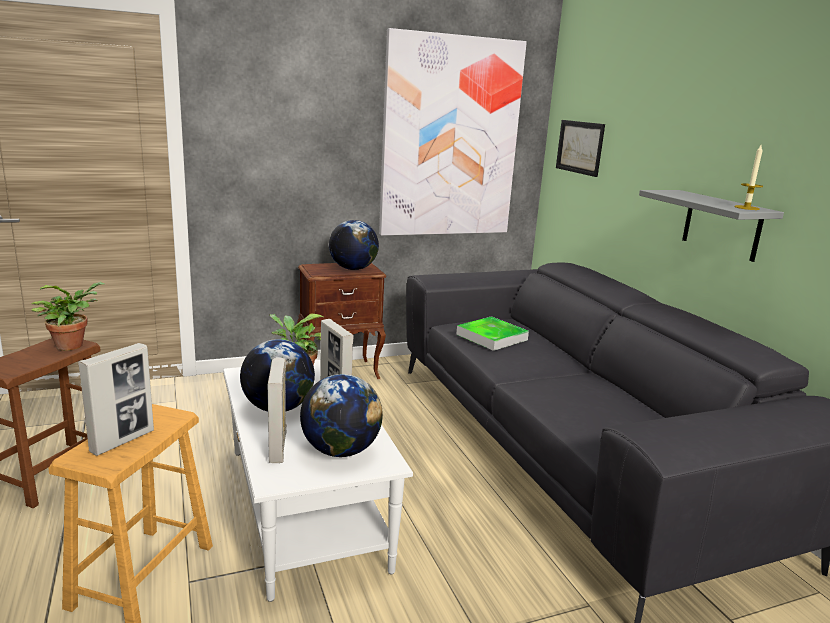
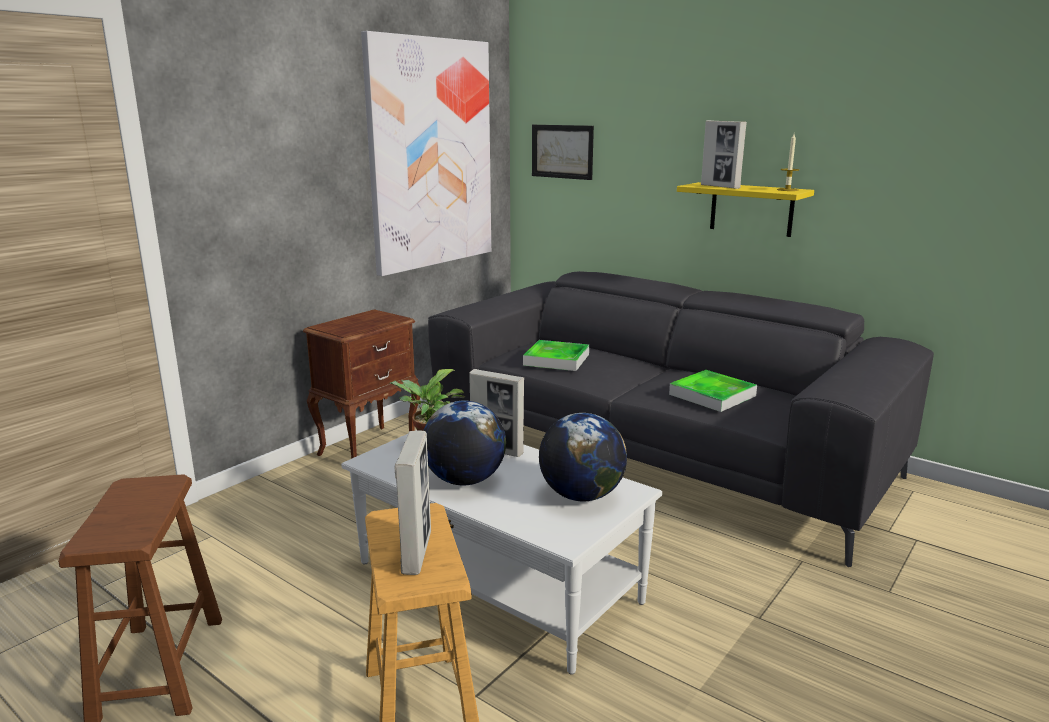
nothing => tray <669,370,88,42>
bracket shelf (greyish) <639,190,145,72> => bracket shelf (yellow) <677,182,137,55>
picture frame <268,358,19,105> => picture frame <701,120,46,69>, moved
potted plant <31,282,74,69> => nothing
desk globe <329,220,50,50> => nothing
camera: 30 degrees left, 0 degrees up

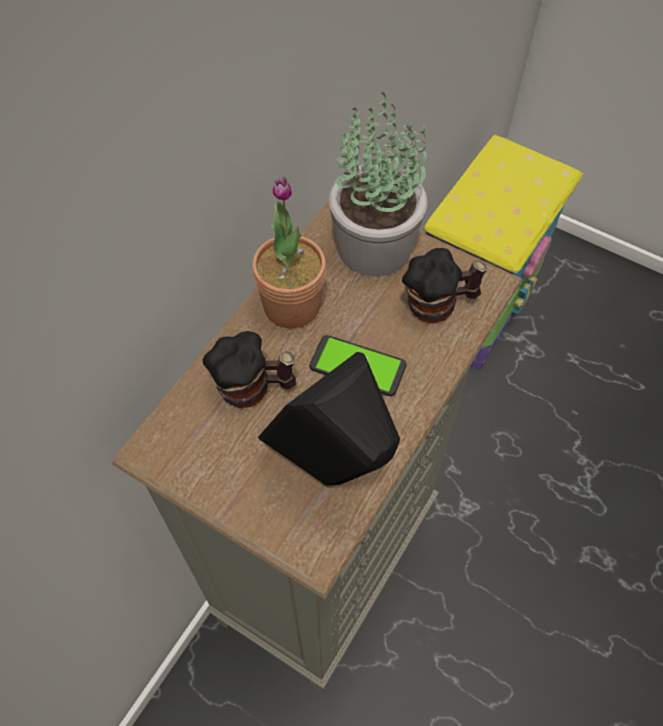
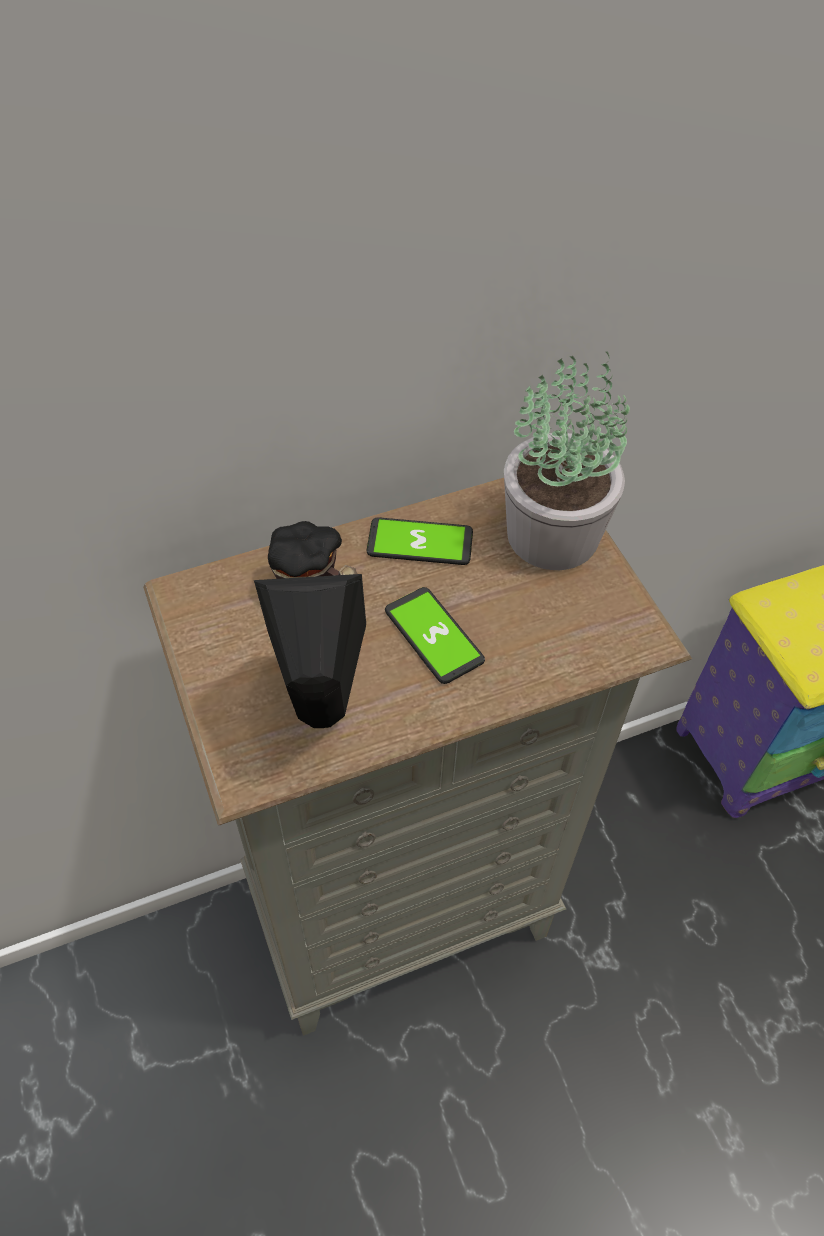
potted plant <252,177,74,151> => handset <367,517,106,48>
tea mug <402,248,85,75> => nothing
camera: 35 degrees right, 5 degrees down

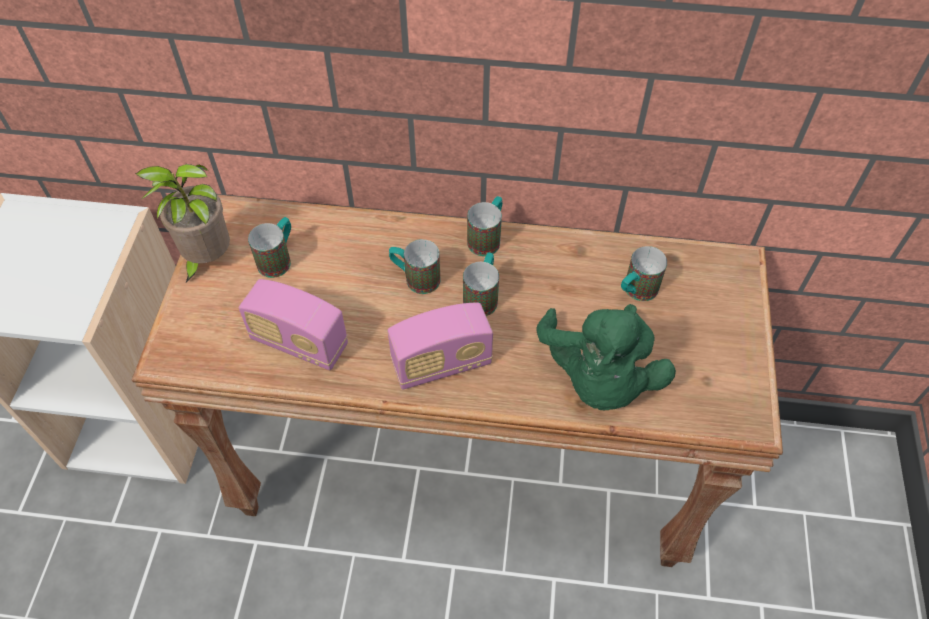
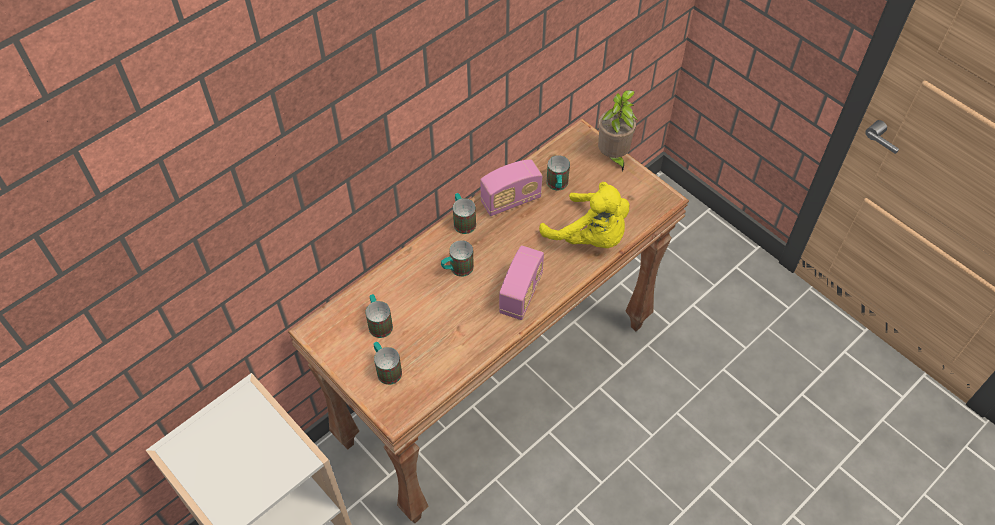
tea mug <463,253,36,63> => tea mug <373,342,29,43>, moved
radio receiver <239,279,109,91> => radio receiver <480,159,62,57>, moved
plush toy (green) <537,304,139,106> => plush toy (yellow) <539,182,90,66>
potted plant <135,164,95,120> => potted plant <598,90,39,83>, moved
camera: 50 degrees left, 0 degrees up

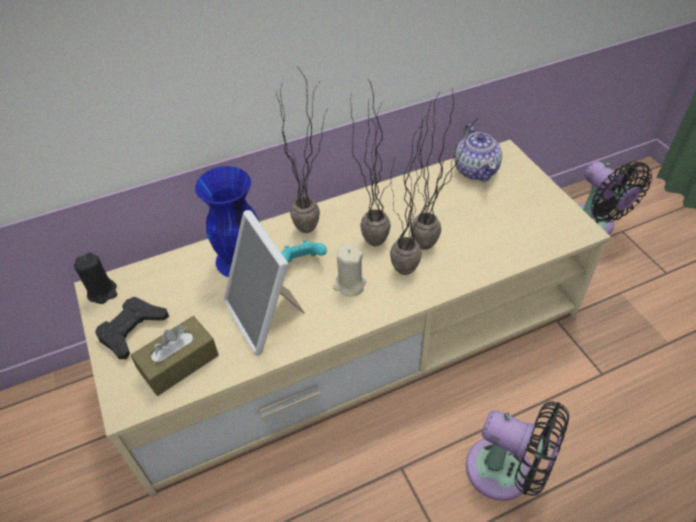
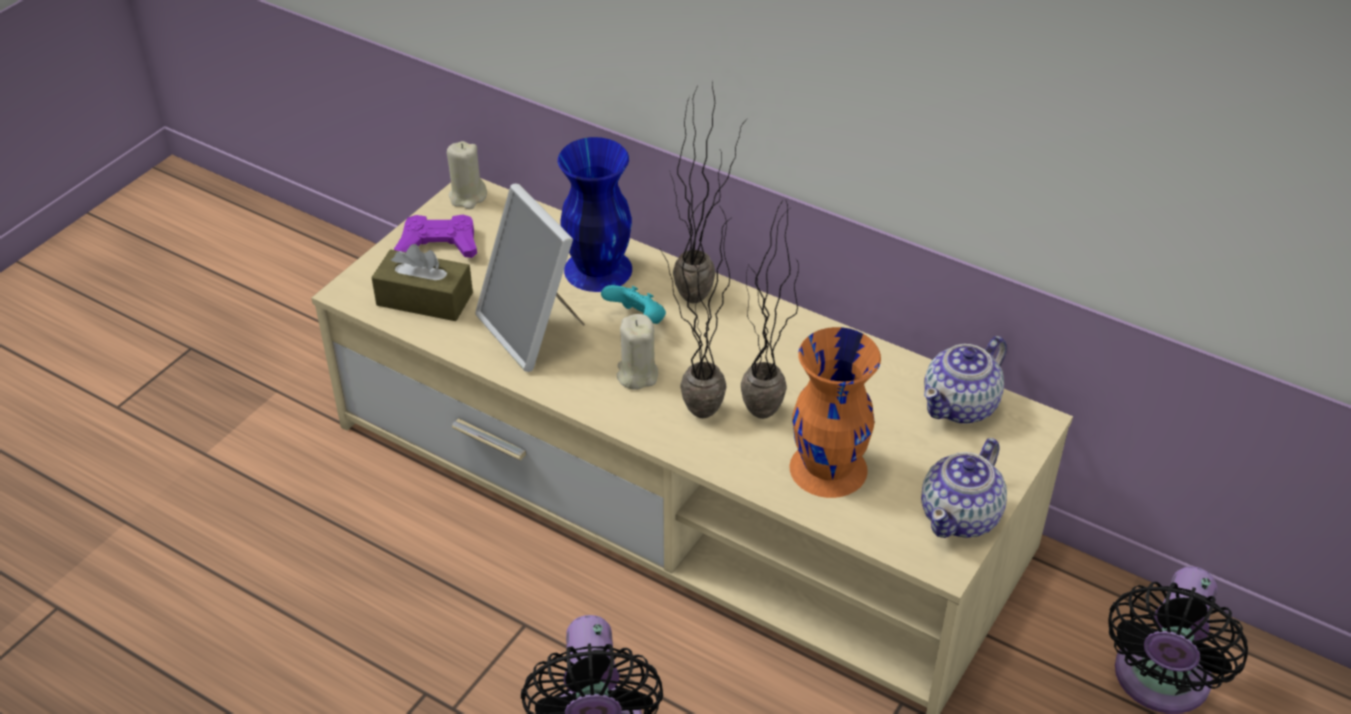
joypad (black) <95,297,74,62> => joypad (purplish) <394,215,83,43>
candle (black) <74,253,43,51> => candle (sand-coloured) <447,141,40,68>
picture frame <223,210,82,146> => picture frame <475,184,110,188>, 60 degrees counterclockwise
nothing => decorative vase (orange-coloured) <790,327,91,171>
nothing => pot for tea <921,438,86,100>
potted plant <351,81,44,165> => nothing
camera: 55 degrees right, 5 degrees down

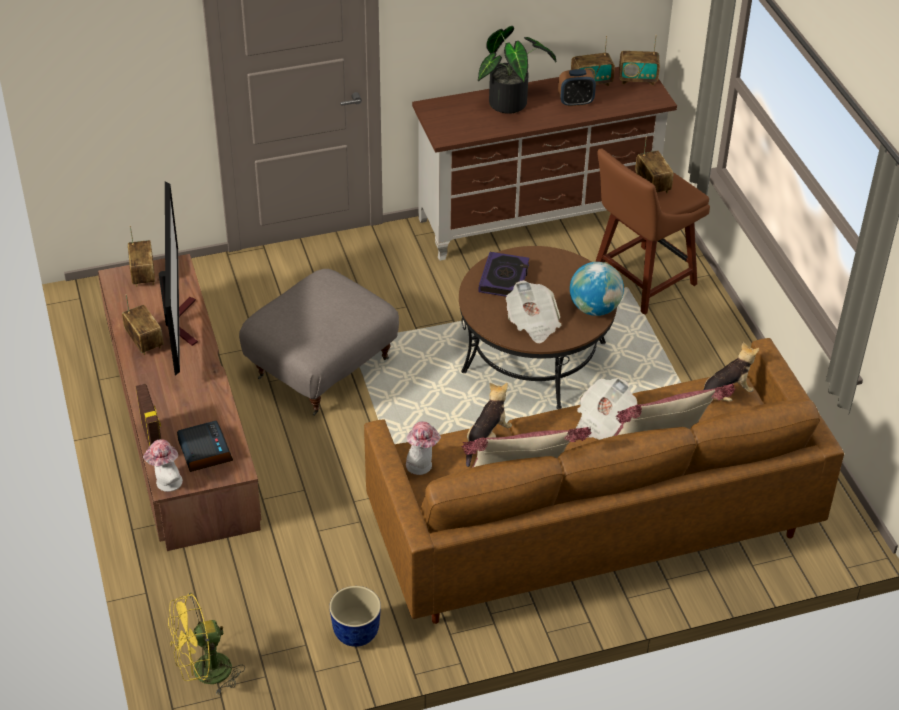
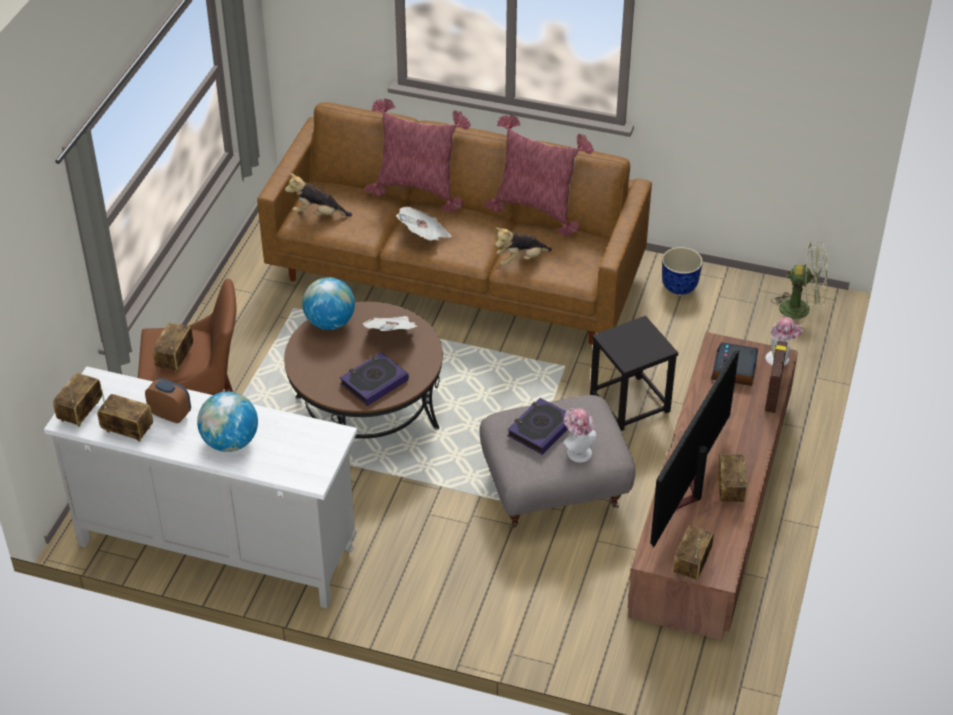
drawer chest (brownish) <412,67,265,194> => drawer chest (white) <44,366,313,242>
radio receiver <619,35,41,50> => radio receiver <53,373,49,54>, 105 degrees counterclockwise
potted plant <478,26,78,88> => desk globe <197,392,61,60>
nothing => book <507,398,61,57>
wearable hat <406,421,35,54> => wearable hat <563,408,34,55>, moved
nothing => sitting stool (black) <590,316,88,115>
fan (yellow) <168,593,77,103> => fan (green) <771,241,57,87>
camera: 145 degrees left, 0 degrees up

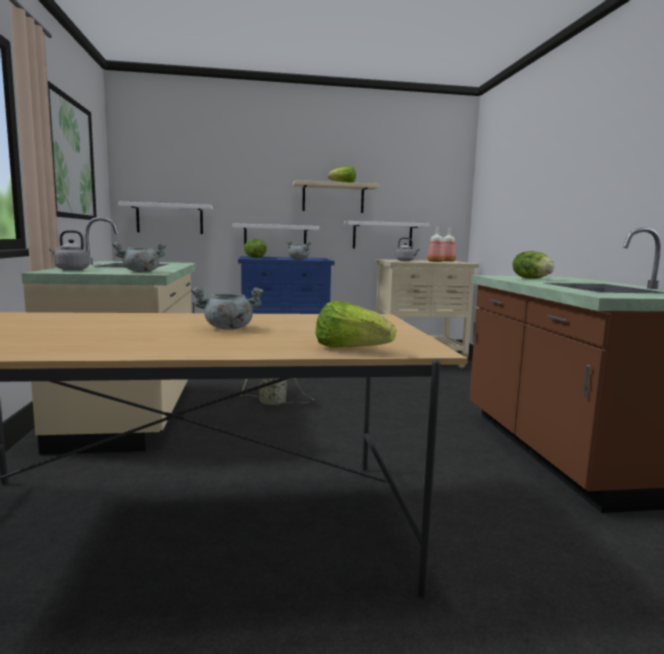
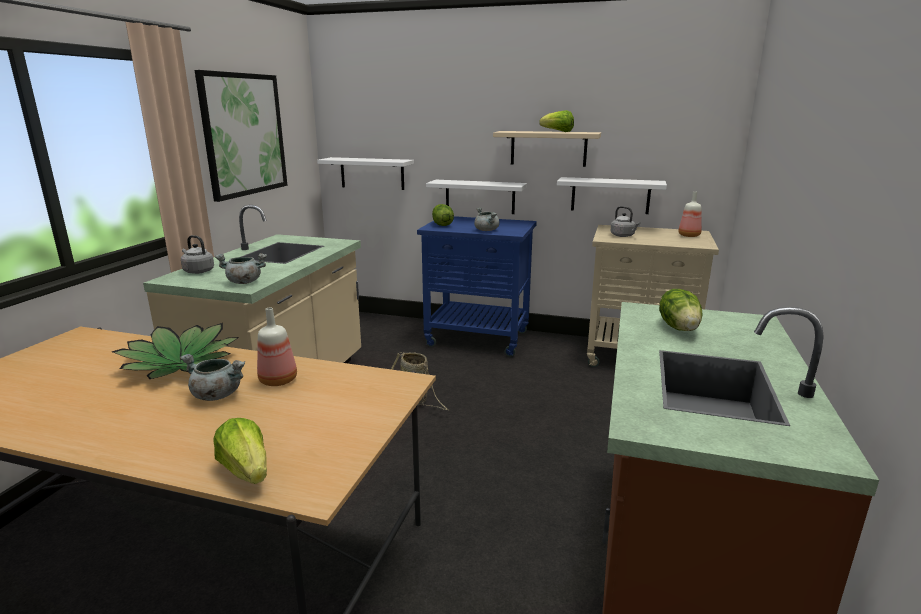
nothing => potted plant <112,323,127,56>
bottle <427,227,17,35> => bottle <257,307,40,79>, moved
camera: 25 degrees right, 10 degrees up

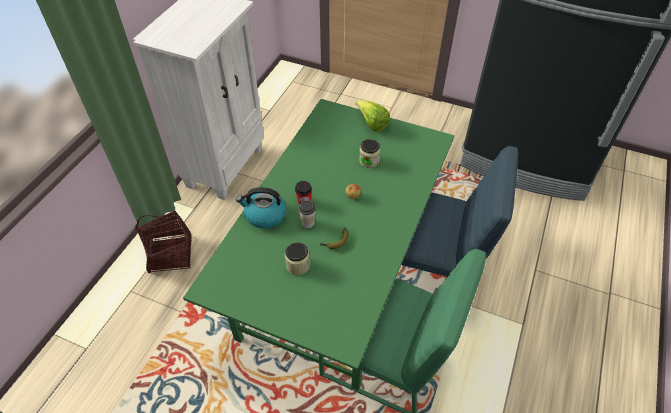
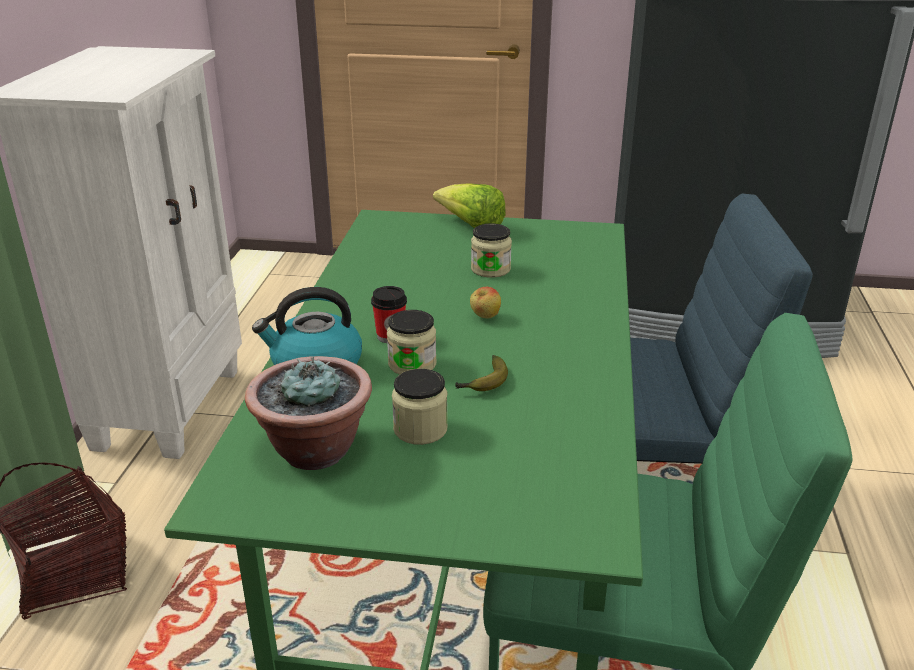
nothing => potted plant <245,356,127,114>
drinking cup <298,201,18,27> => preserve jar <387,310,50,65>
camera: 15 degrees left, 20 degrees down

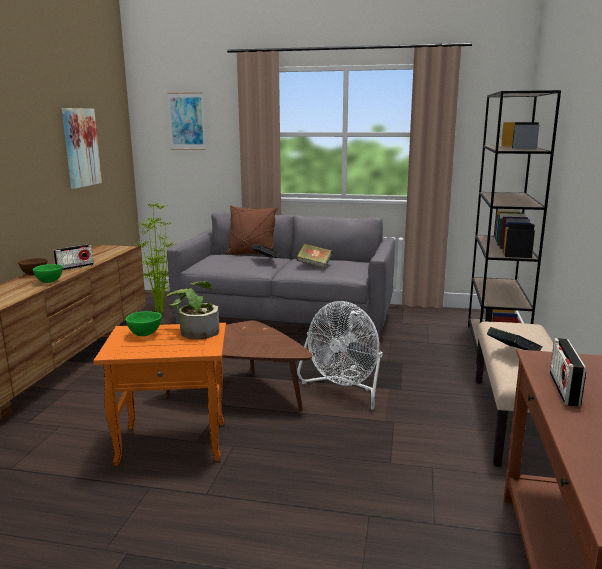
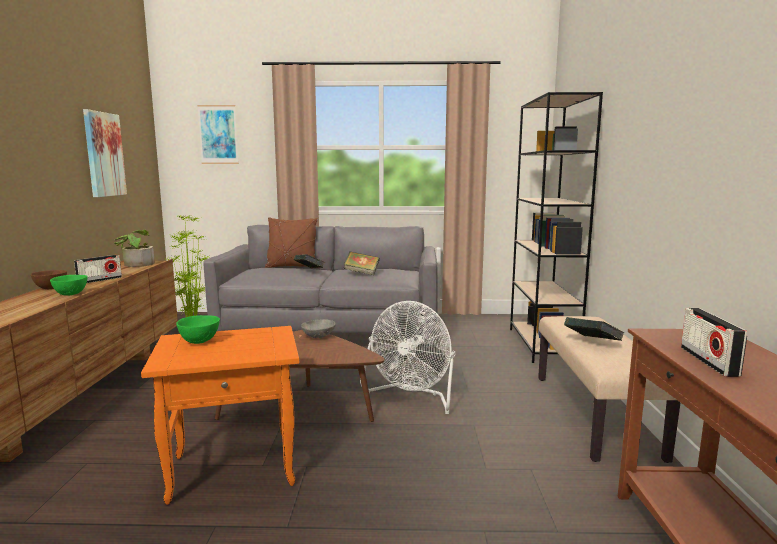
potted plant <167,281,52,58> => potted plant <114,230,41,37>, moved
nothing => deep dish (greyish) <301,319,35,19>
camera: 10 degrees left, 5 degrees down

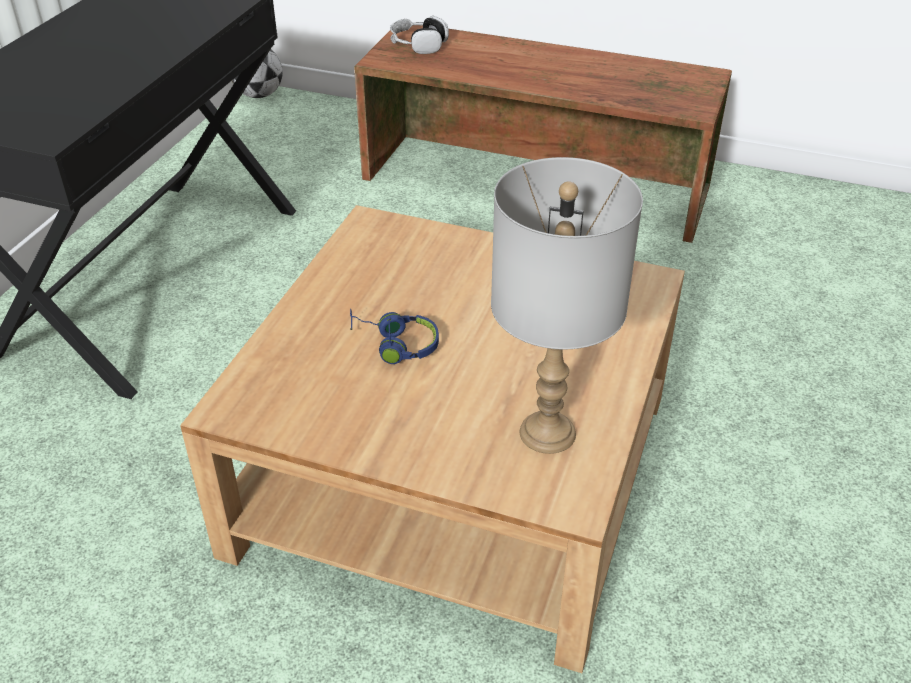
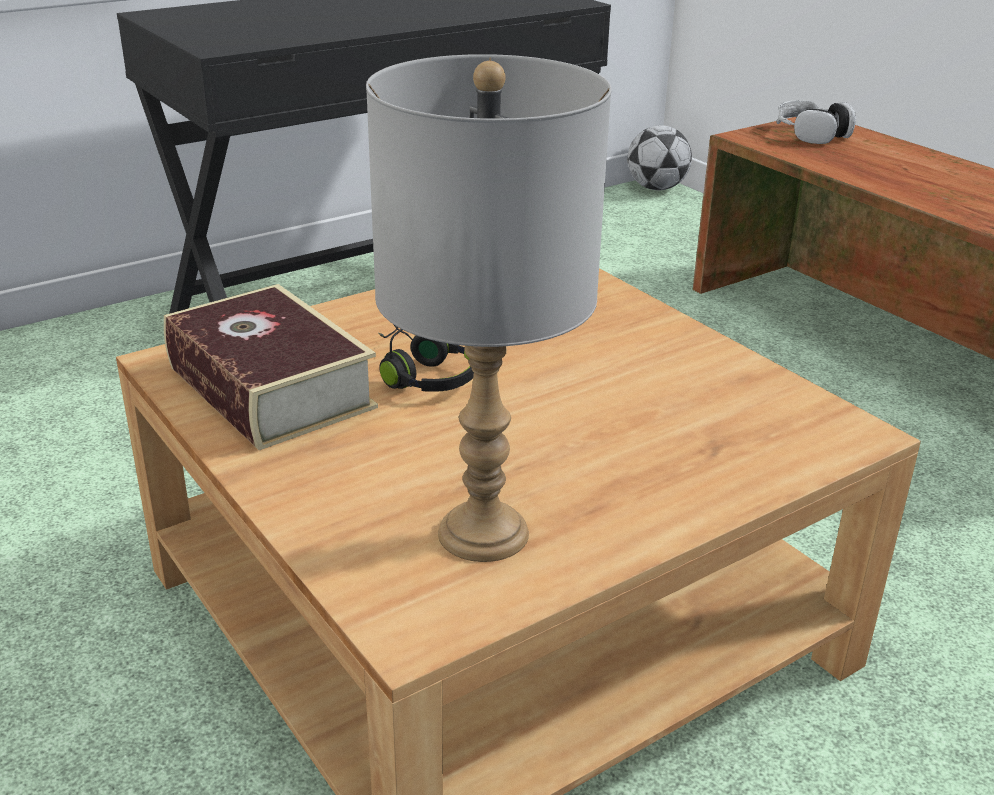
nothing => book <164,284,214,166>
headphones (blue-coloured) <350,309,89,55> => headphones (black) <378,324,96,68>
camera: 35 degrees right, 10 degrees down

